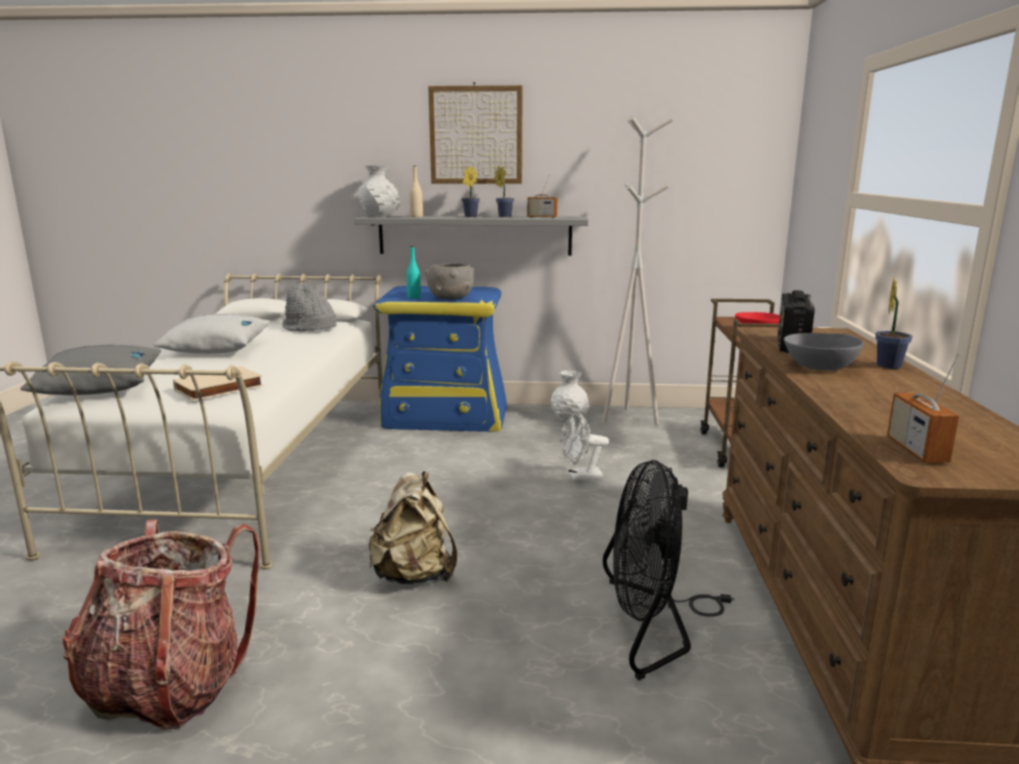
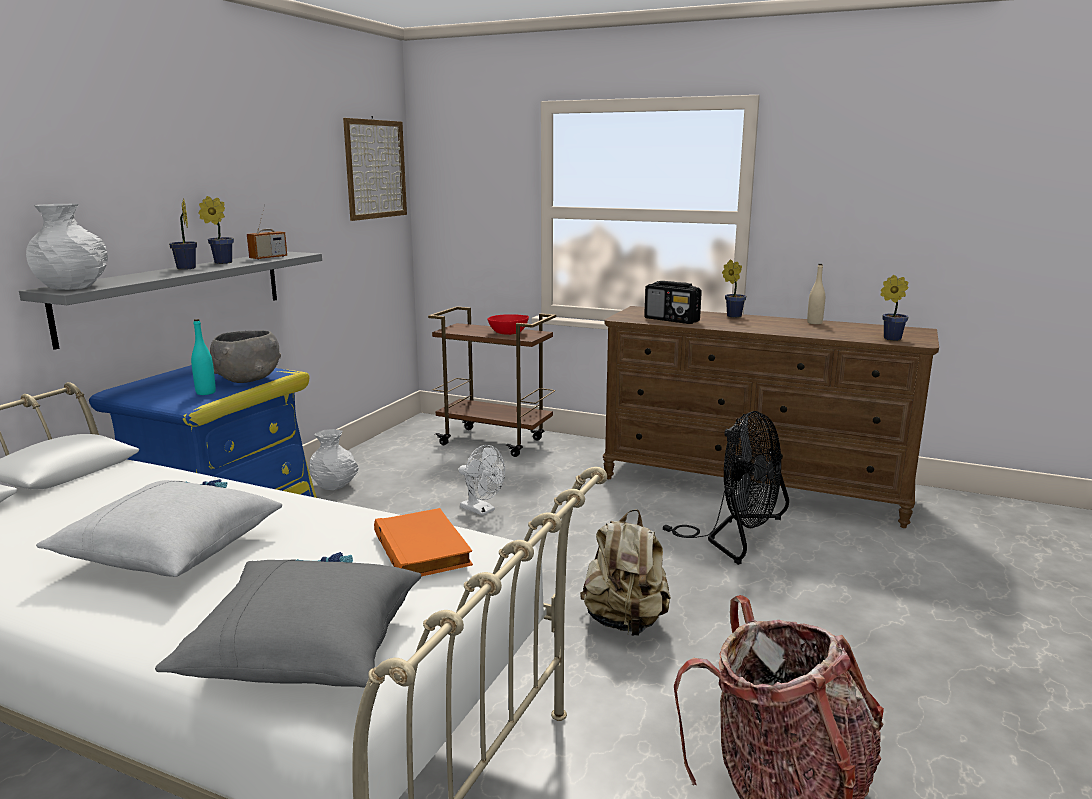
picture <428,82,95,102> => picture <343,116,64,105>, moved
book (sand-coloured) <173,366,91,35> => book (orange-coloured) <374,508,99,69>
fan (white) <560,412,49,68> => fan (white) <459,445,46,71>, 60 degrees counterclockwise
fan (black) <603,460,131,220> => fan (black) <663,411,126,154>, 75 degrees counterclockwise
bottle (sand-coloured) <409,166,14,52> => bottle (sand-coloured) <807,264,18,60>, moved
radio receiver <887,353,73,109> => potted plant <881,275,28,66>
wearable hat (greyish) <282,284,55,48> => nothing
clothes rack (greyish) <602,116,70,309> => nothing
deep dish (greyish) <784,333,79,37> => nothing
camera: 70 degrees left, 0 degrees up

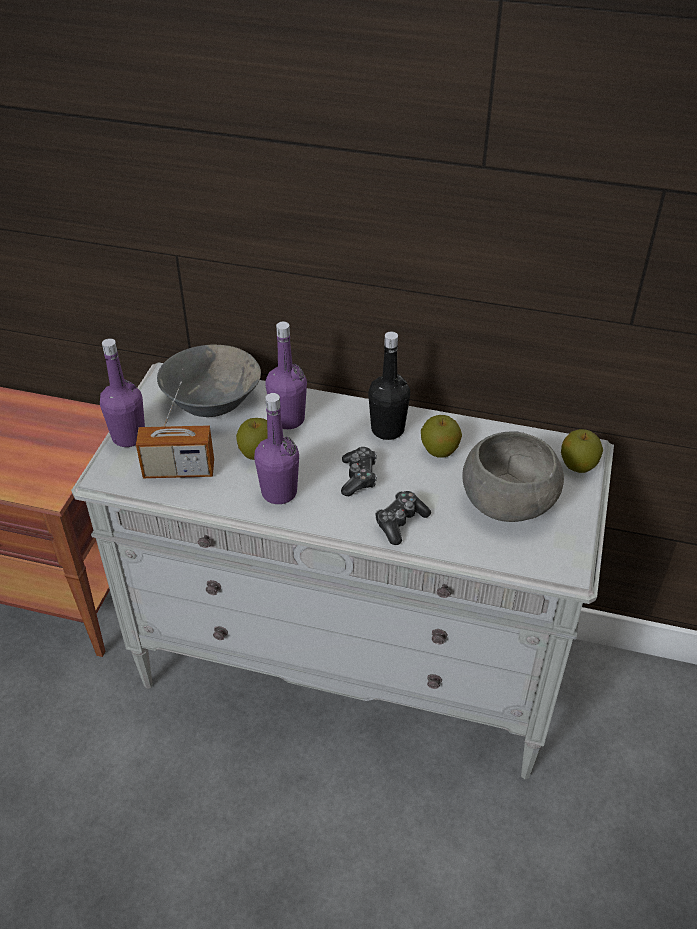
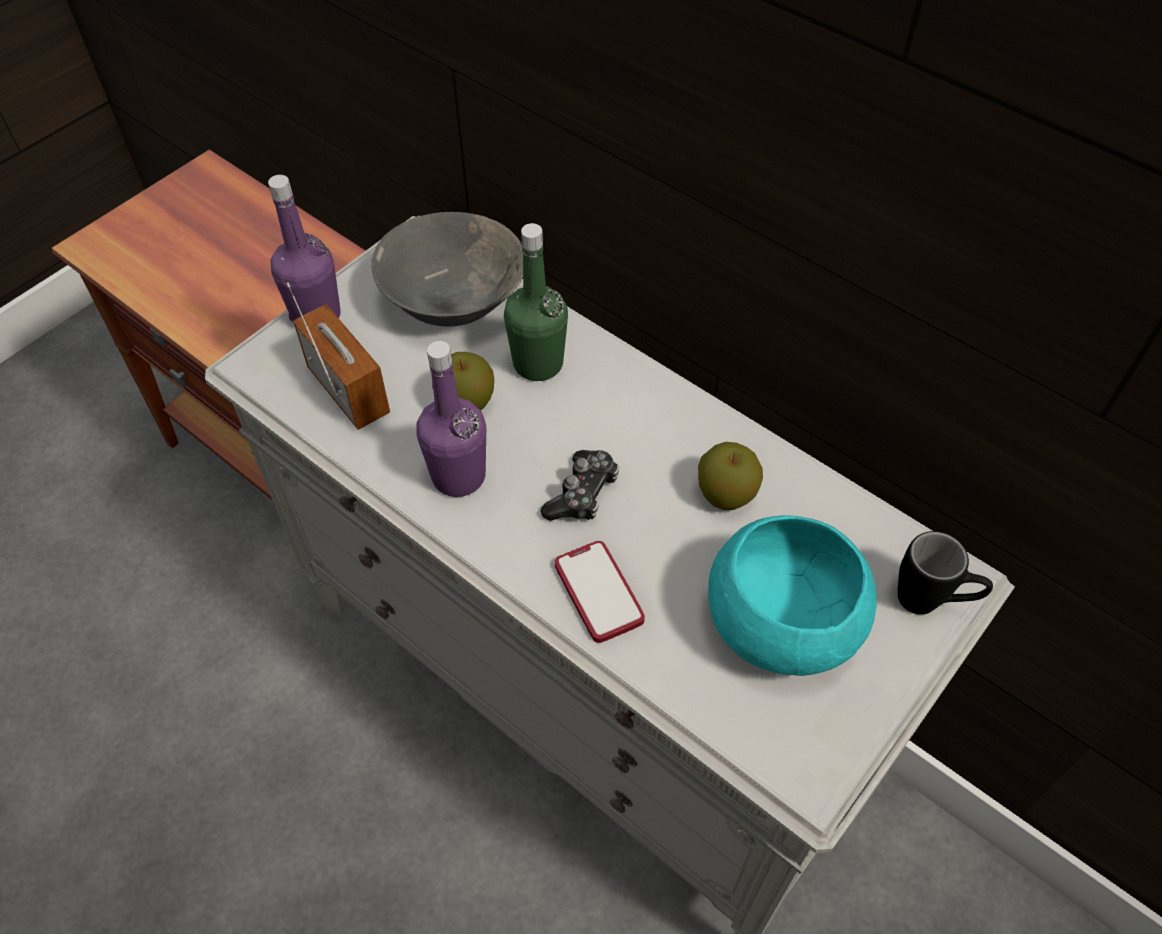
radio receiver <136,382,78,96> => radio receiver <286,283,104,147>, 150 degrees counterclockwise
bottle (purplish) <265,321,42,108> => bottle (green) <504,223,64,158>
joypad <375,491,56,54> => handset <555,541,90,102>
deep dish (greyish) <462,431,102,91> => deep dish (blue-green) <708,515,168,161>
apple fruit <561,429,42,44> => tea mug (black) <898,531,95,84>
bottle (black) <368,331,42,109> => nothing
camera: 25 degrees right, 10 degrees up

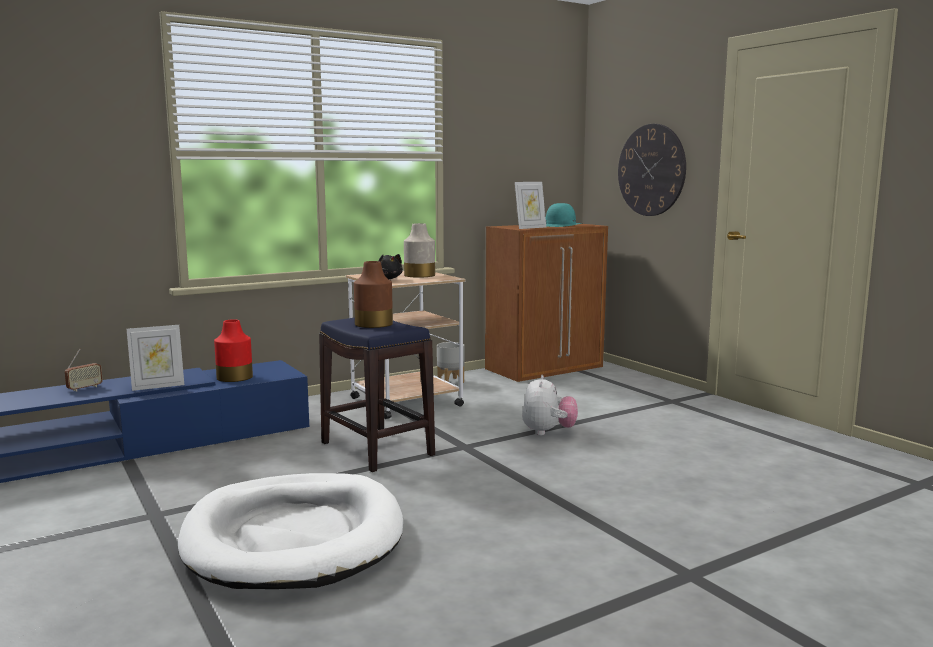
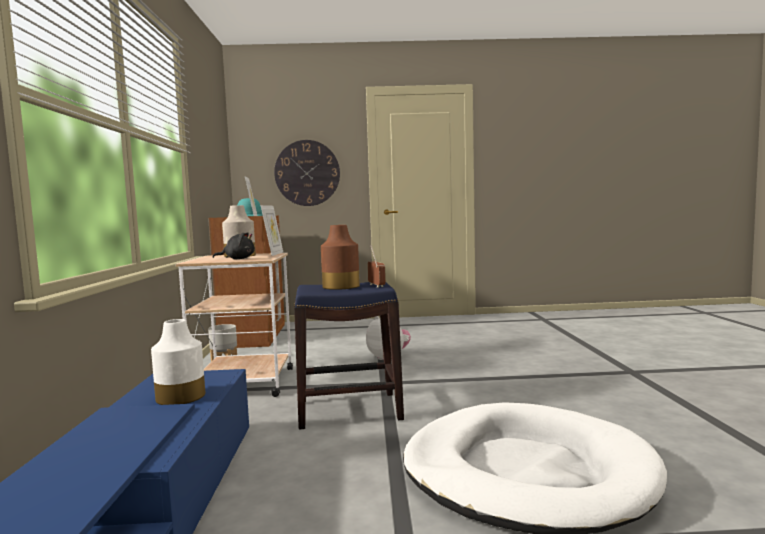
decorative vase (red-coloured) <214,319,39,63> => decorative vase (white) <151,319,55,86>
picture frame <127,325,57,66> => picture frame <260,205,24,51>, moved
radio receiver <65,349,38,42> => radio receiver <367,245,19,43>, moved
camera: 60 degrees left, 5 degrees down

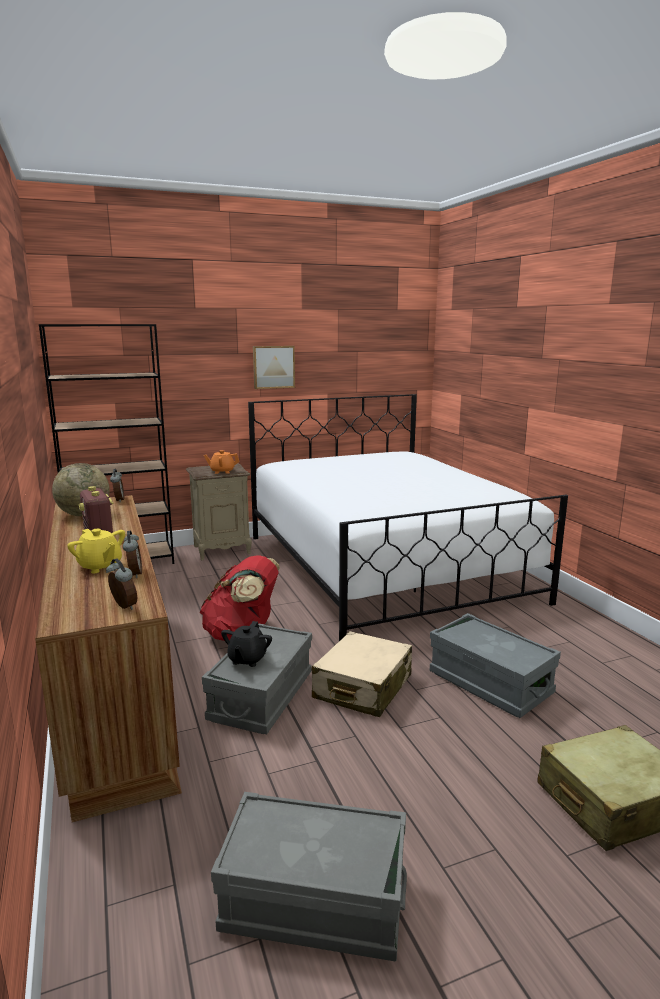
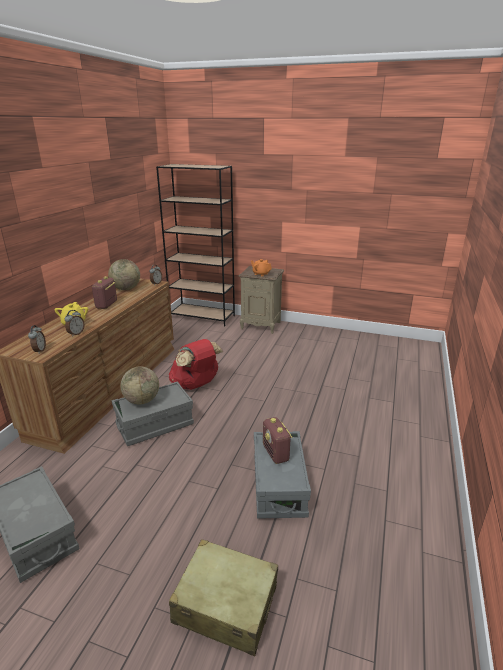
pot for tea (black) <221,621,51,46> => desk globe <120,366,39,38>
nothing => radio receiver <263,417,29,47>
bedroom bed (white) <248,394,320,247> => nothing
picture <253,346,42,43> => nothing
travel case (sand-coloured) <312,631,100,86> => nothing
camera: 40 degrees right, 10 degrees up

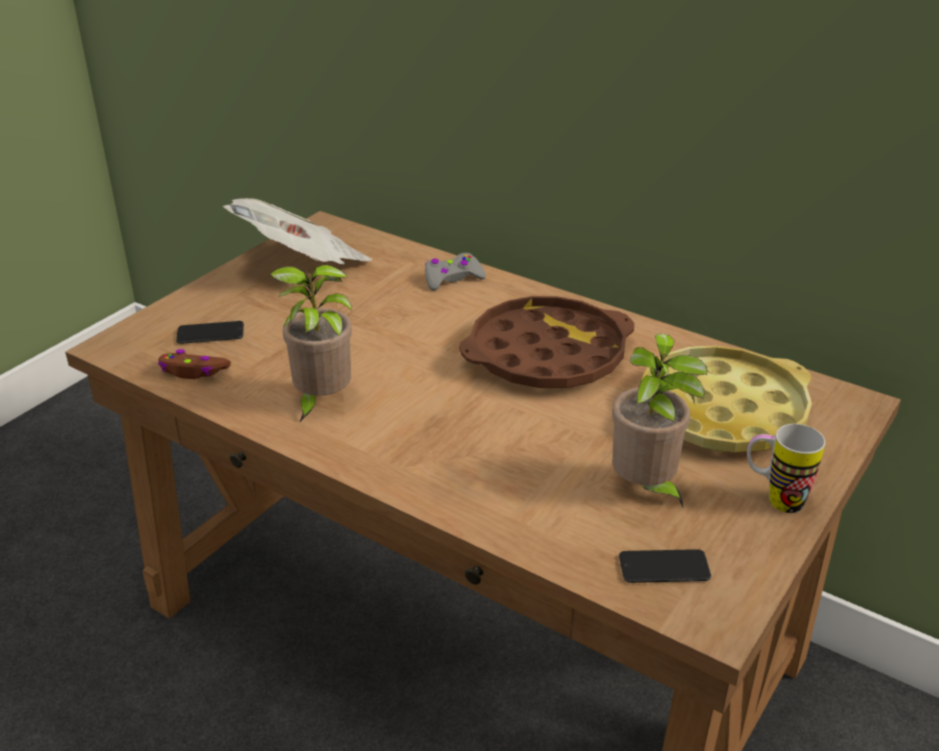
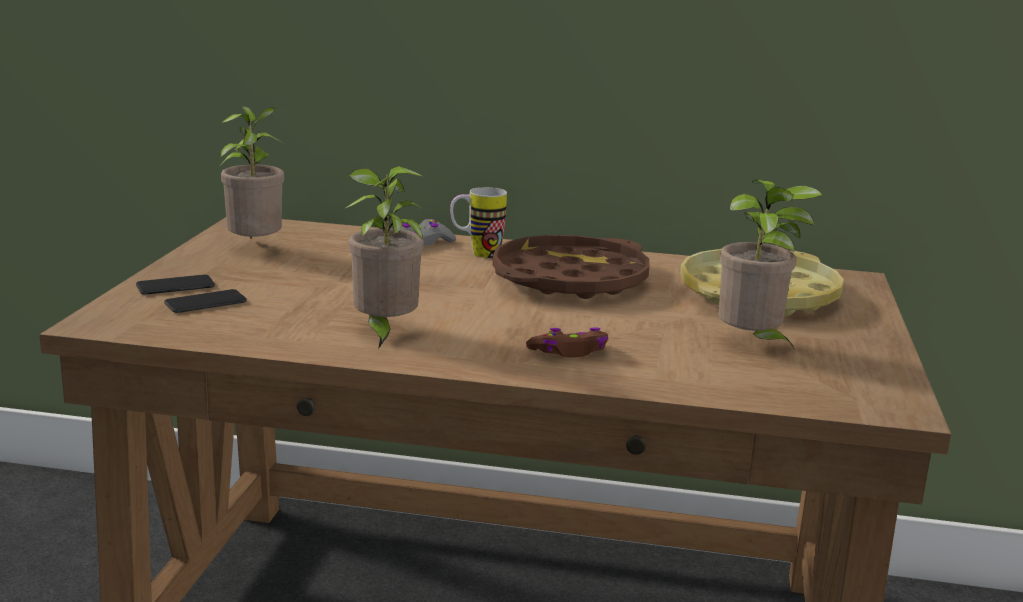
handset <619,549,92,34> => handset <136,275,79,20>, moved
daily paper <223,198,149,66> => potted plant <220,106,64,133>
tea mug <747,424,78,89> => tea mug <450,187,57,71>, moved
joypad (brownish) <158,349,73,30> => joypad (brownish) <526,327,82,31>, moved
camera: 25 degrees left, 15 degrees down

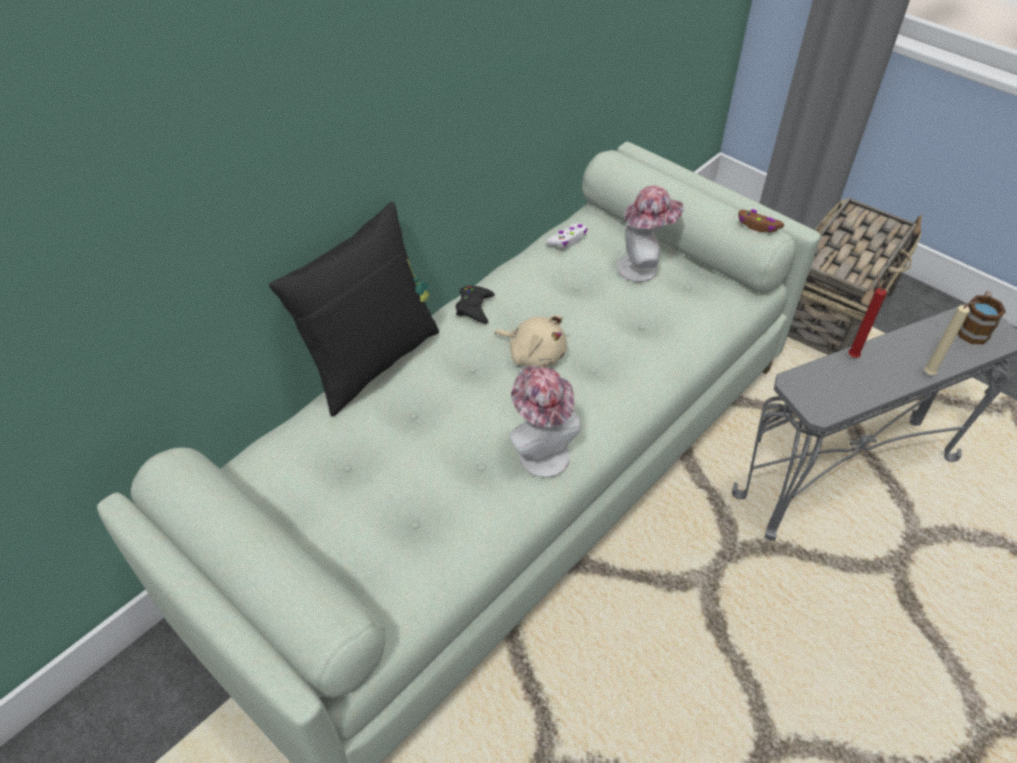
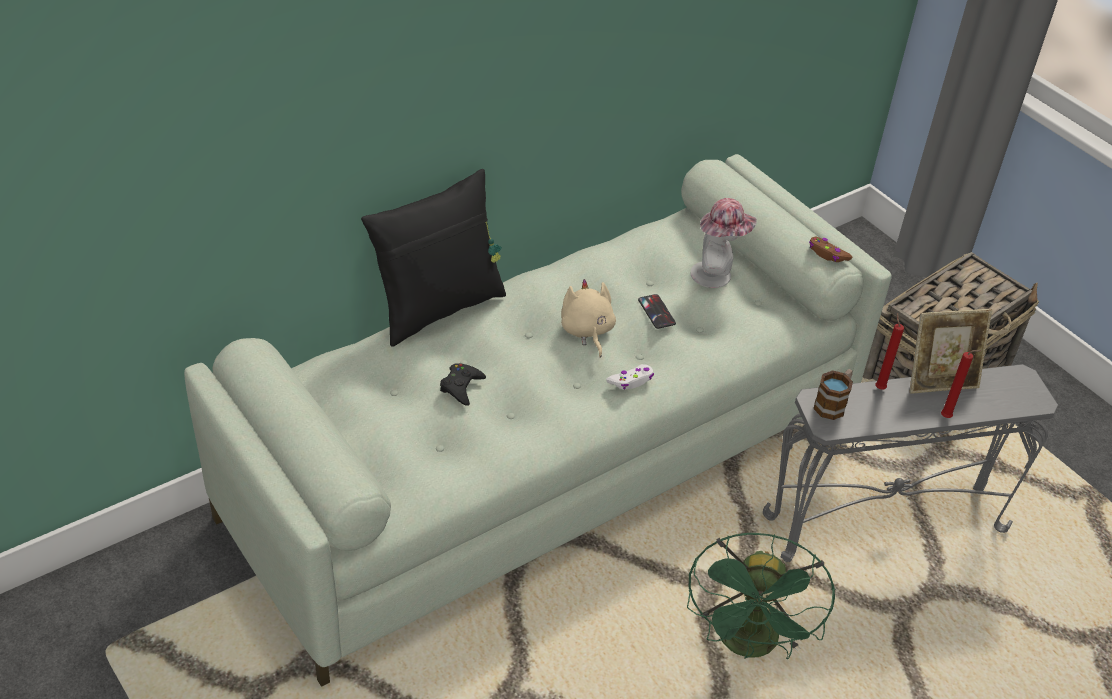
joypad (black) <456,286,39,38> => joypad (black) <440,363,46,43>, moved
plush toy (sand-coloured) <494,315,73,53> => plush toy (sand-coloured) <561,279,55,79>, 150 degrees counterclockwise
joypad (white) <546,223,41,24> => joypad (white) <606,364,48,25>, moved
nothing => handset <638,294,38,35>
nothing => fan (green) <687,533,148,126>
tea mug <958,291,48,53> => tea mug <813,369,40,51>, moved
nothing => picture frame <909,309,83,85>
candle (sand-coloured) <924,301,56,74> => candle (red-coloured) <941,350,41,68>
wearable hat <509,365,72,112> => nothing
camera: 10 degrees right, 5 degrees down

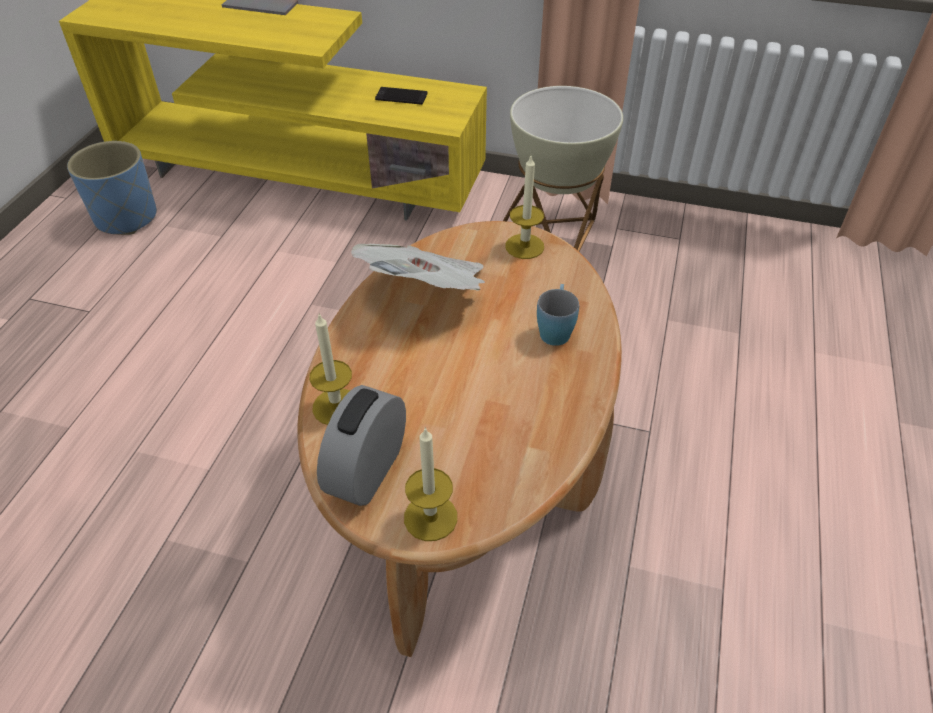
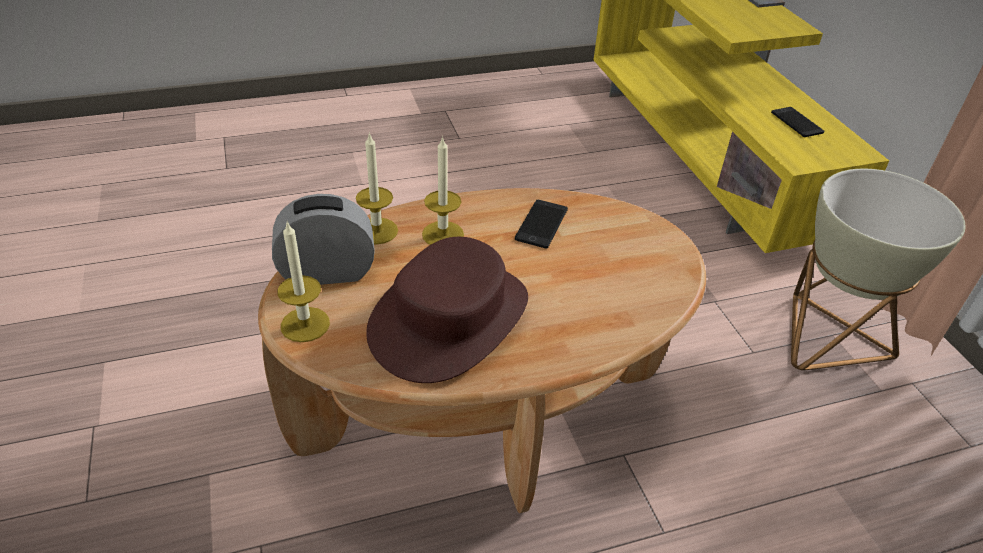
nothing => wearable hat (brownish) <366,237,162,146>
candle <505,156,39,103> => candle <422,136,42,109>, moved
daily paper <351,244,134,47> => handset <515,200,53,48>
planter (blue-coloured) <67,141,90,94> => nothing
tea mug (blue-coloured) <537,284,42,62> => nothing
camera: 55 degrees right, 5 degrees down

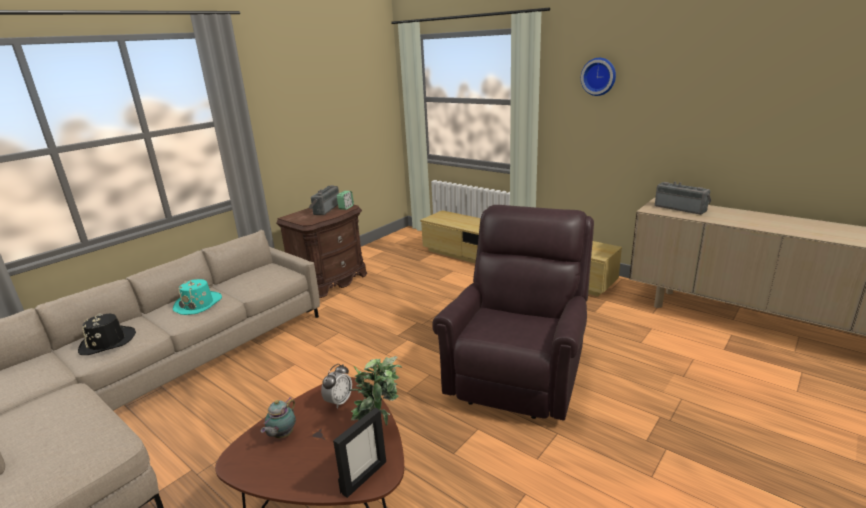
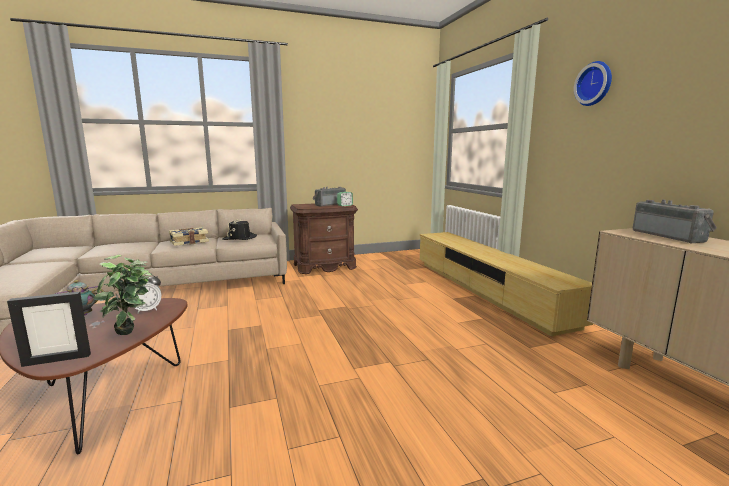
wearable hat (blue-green) <173,279,49,36> => book <169,227,40,19>
wearable hat (black) <78,313,58,42> => wearable hat (black) <222,219,35,21>, moved
armchair (brownish) <432,205,162,215> => nothing
camera: 30 degrees right, 10 degrees down

